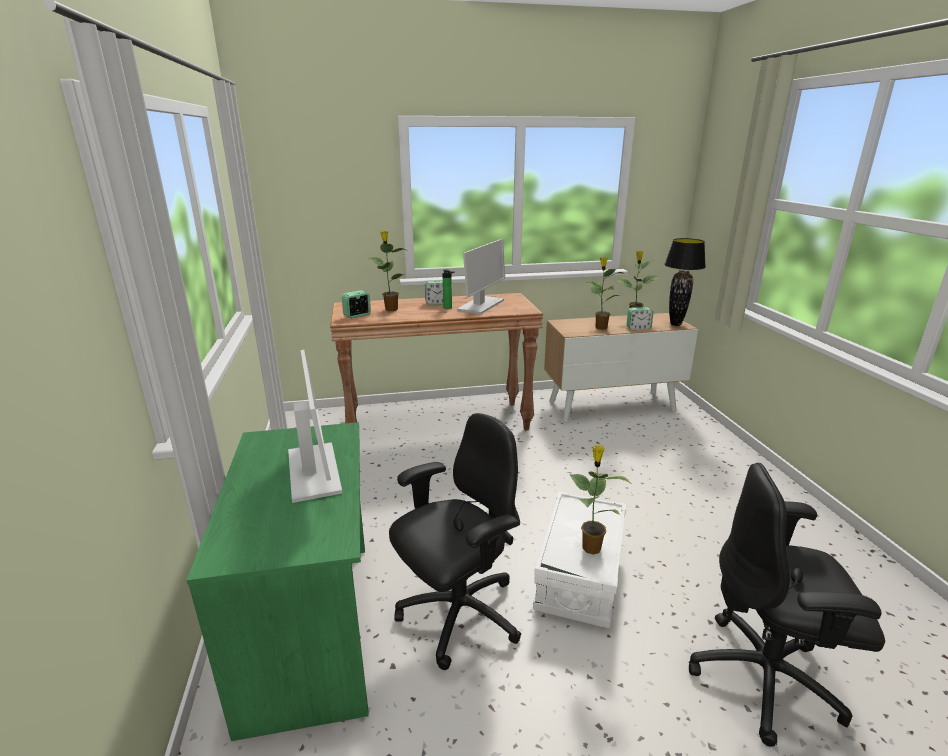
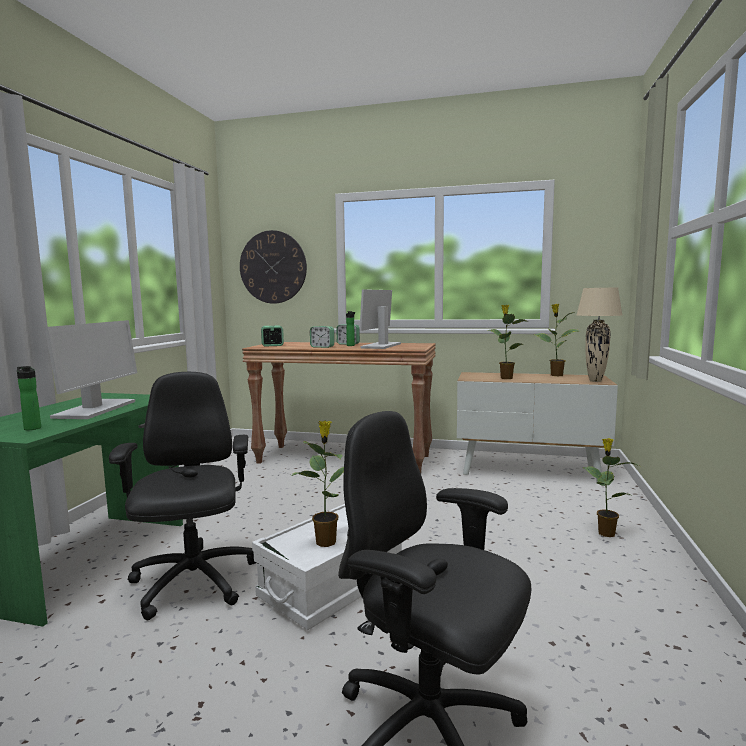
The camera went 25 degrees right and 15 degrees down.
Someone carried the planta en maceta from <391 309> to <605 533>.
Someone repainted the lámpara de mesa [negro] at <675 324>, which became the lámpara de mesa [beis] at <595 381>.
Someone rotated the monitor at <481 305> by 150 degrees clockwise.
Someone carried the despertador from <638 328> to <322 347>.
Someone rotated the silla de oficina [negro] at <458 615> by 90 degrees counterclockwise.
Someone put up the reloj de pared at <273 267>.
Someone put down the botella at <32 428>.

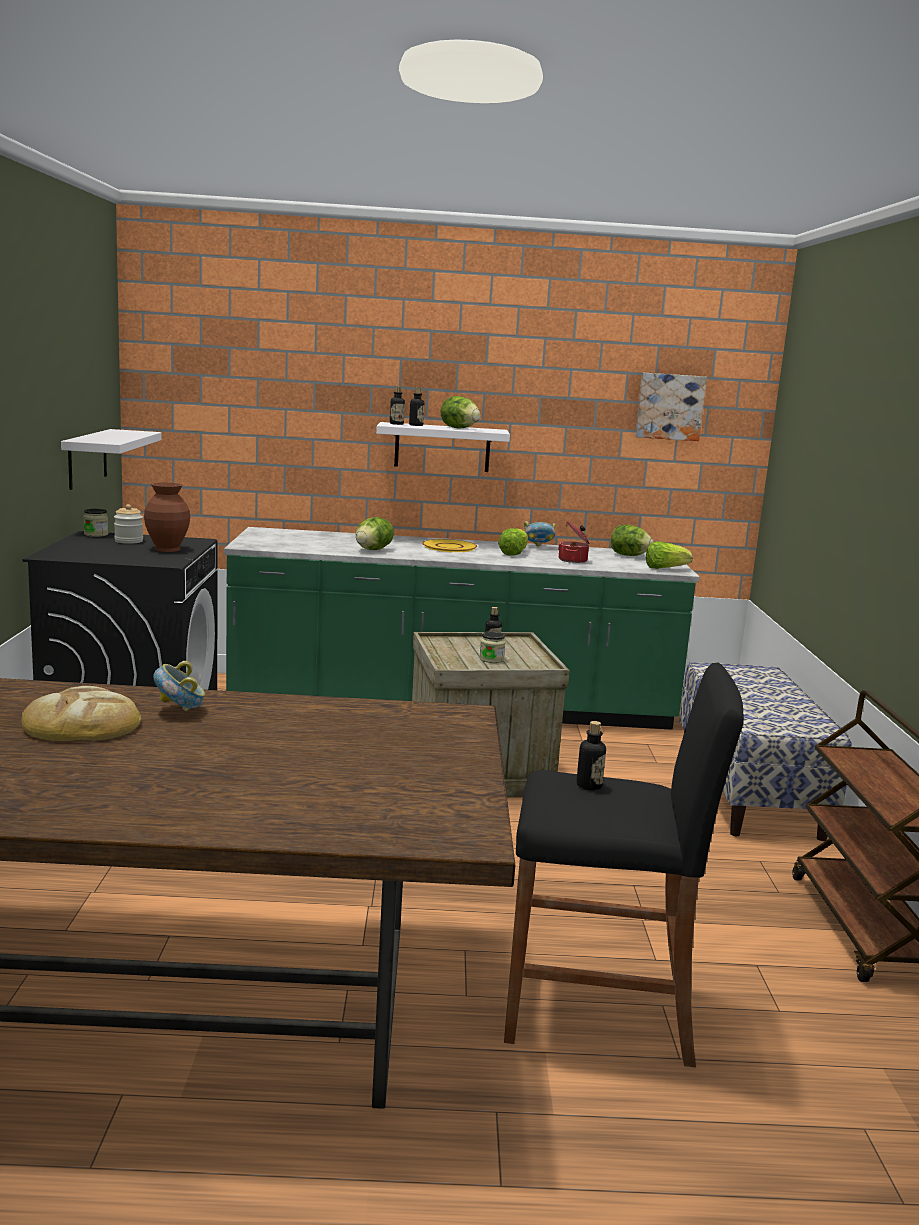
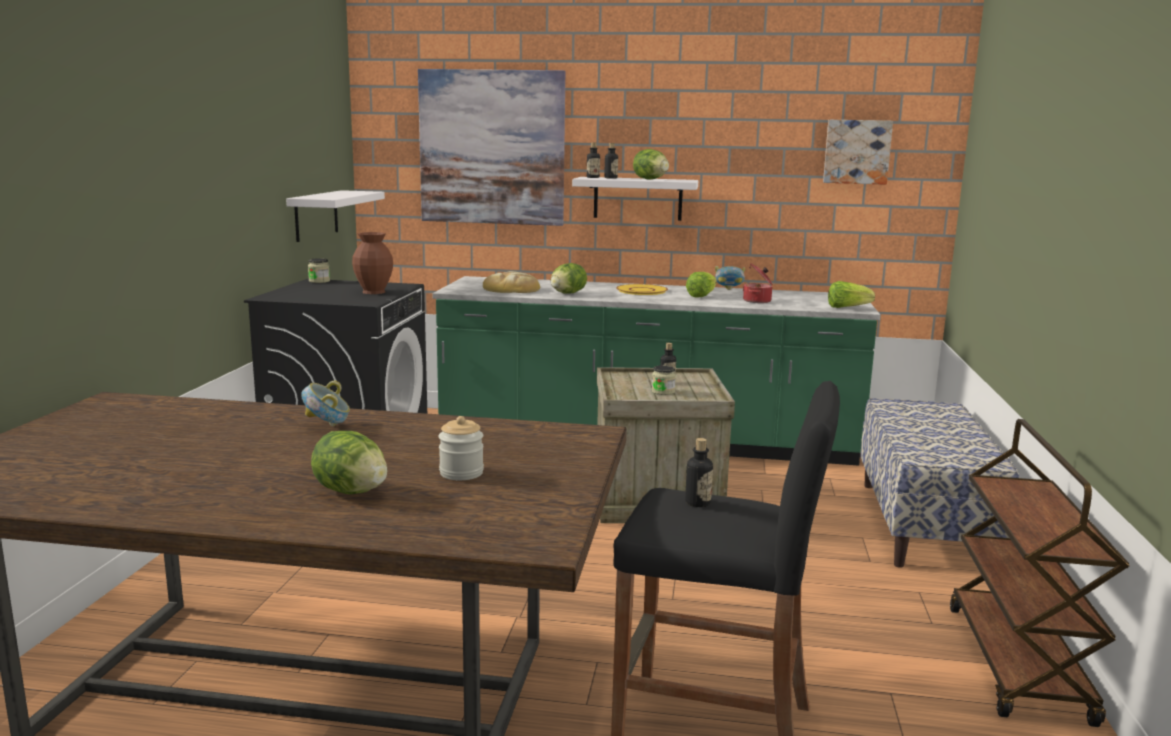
The camera went 10 degrees right and 0 degrees up.
Someone carried the tarro from <129 541> to <461 473>.
Someone carried the lechuga from <629 555> to <351 491>.
Someone carried the pan from <81 724> to <511 289>.
Someone put up the cuadro at <492 147>.

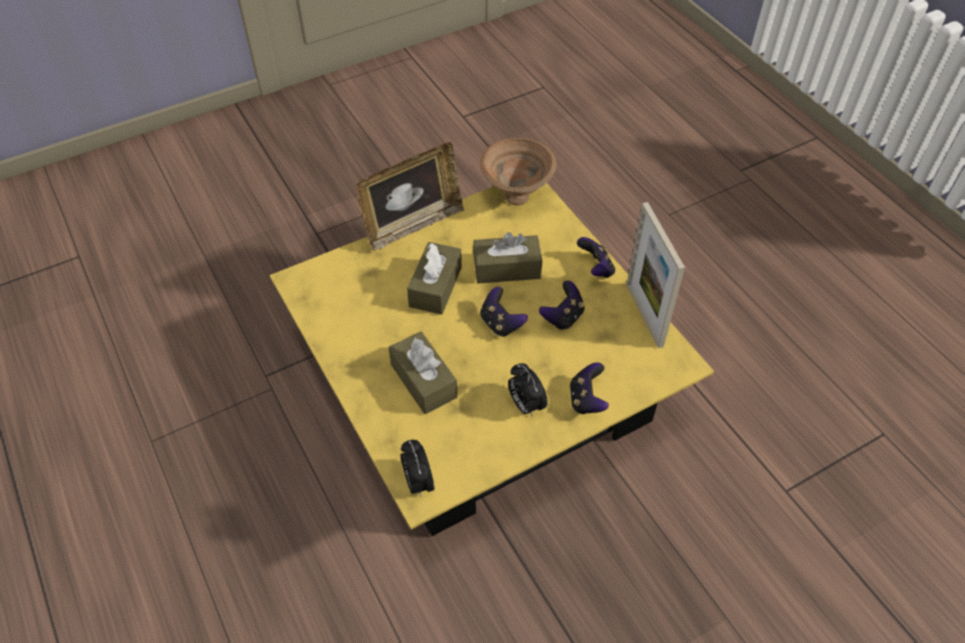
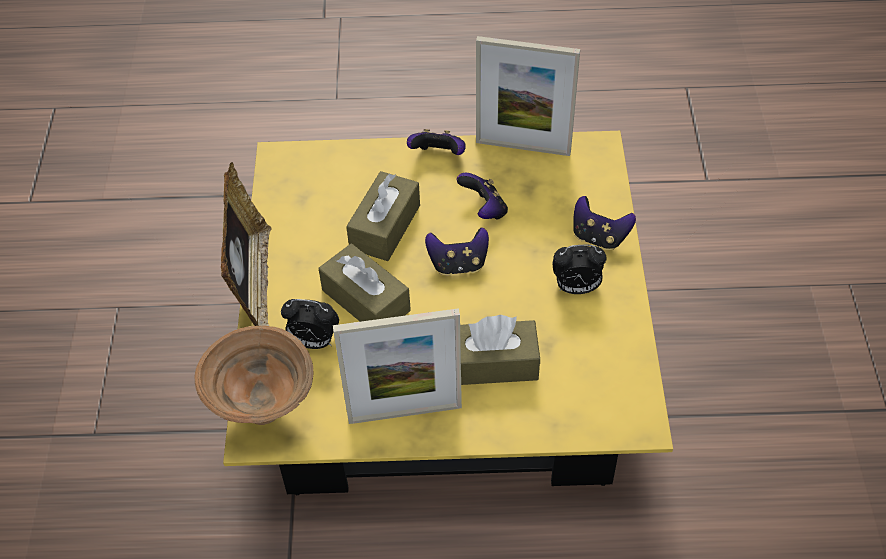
The camera went 60 degrees left and 0 degrees up.
Someone carried the cuenco [marrón] from <517 198> to <266 410>.
Someone carried the despertador from <418 482> to <313 341>.
Someone put down the portarretratos at <405 413>.

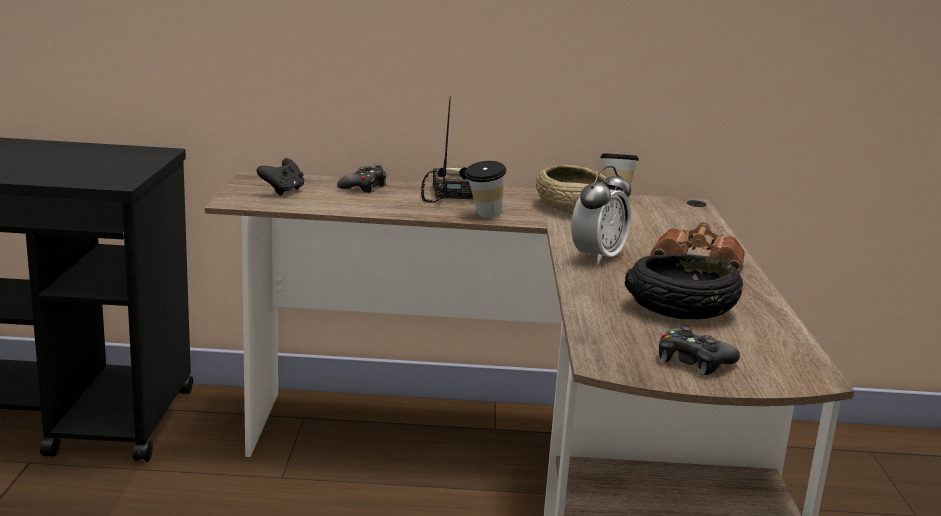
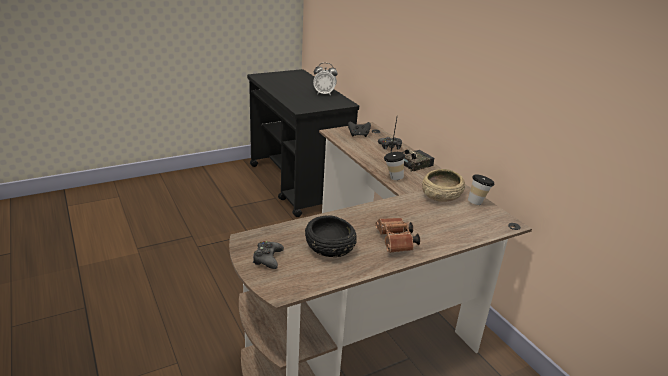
The camera went 60 degrees right and 10 degrees up.
Someone carried the despertador from <597 257> to <324 93>.

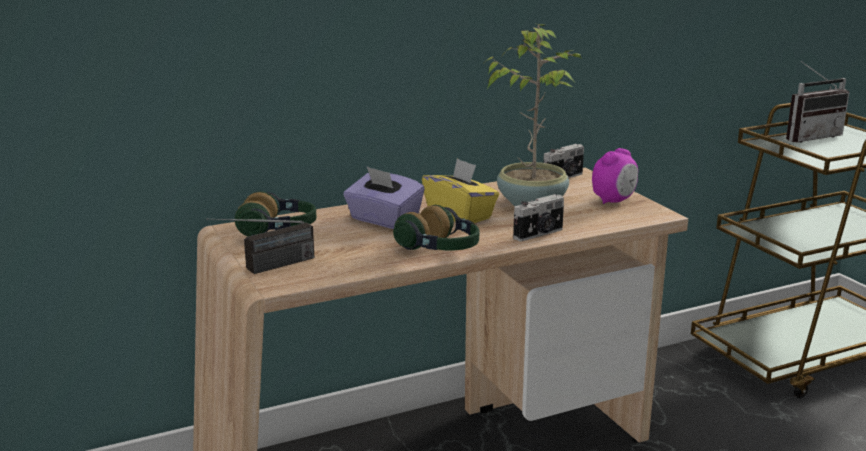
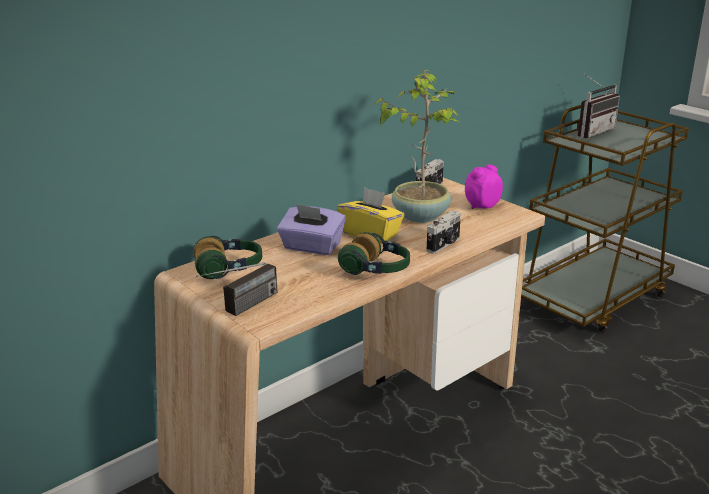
The camera went 15 degrees left and 5 degrees up.
Someone rotated the despertador at <614 201> by 150 degrees counterclockwise.

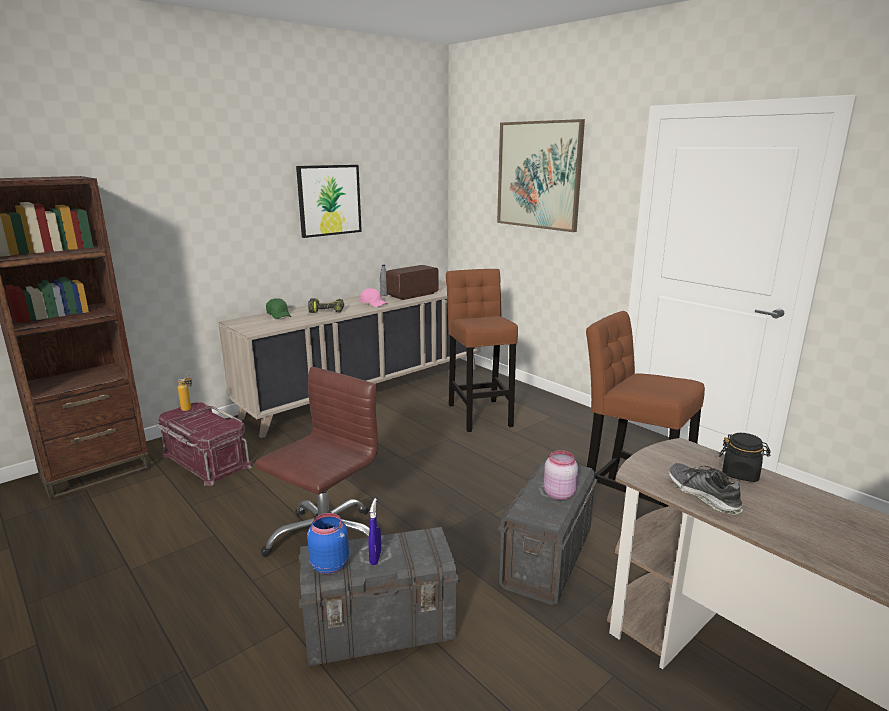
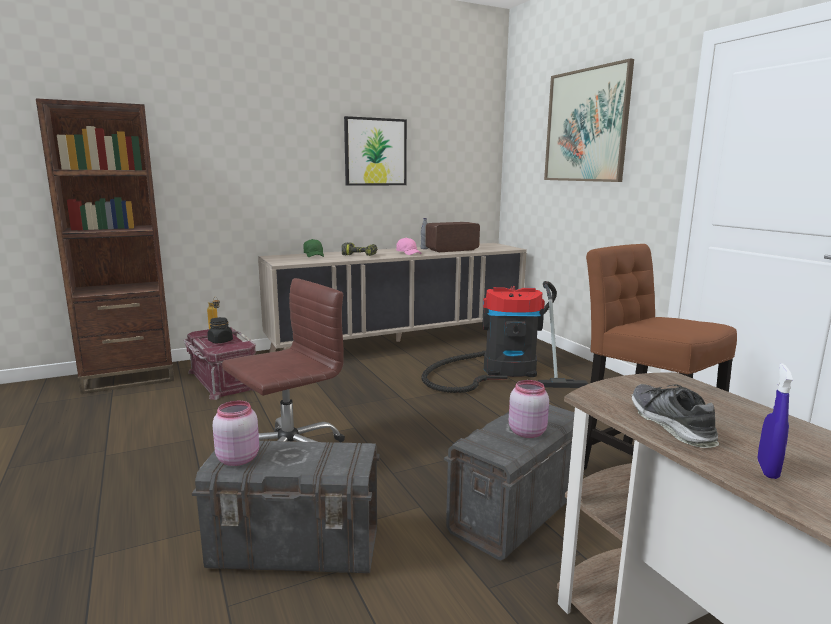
The camera went 15 degrees right and 5 degrees down.
Someone swapped the taburete [marrón] at <479 413> for the aspiradora at <503 371>.
Someone carried the tarro [negro] from <740 473> to <220 341>.
Someone carried the pulverizador [azul] from <375 558> to <767 469>.
Someone repainted the tarro [azul] at <329 564>, which became the tarro [rosa] at <238 458>.

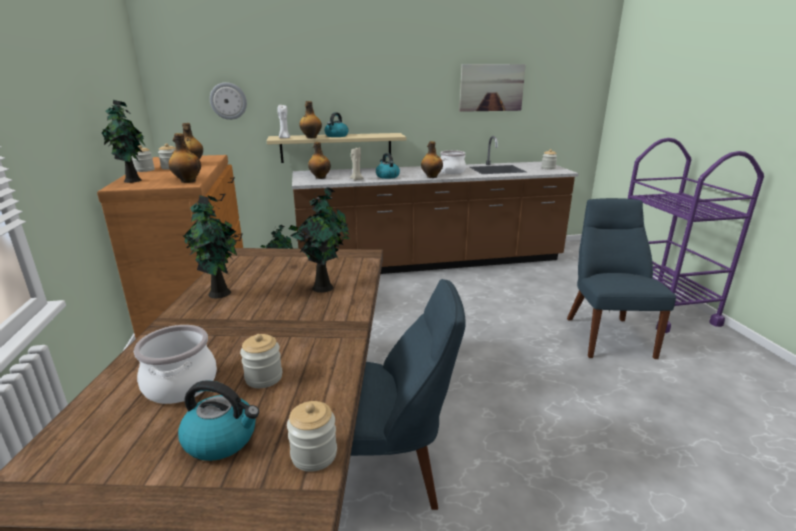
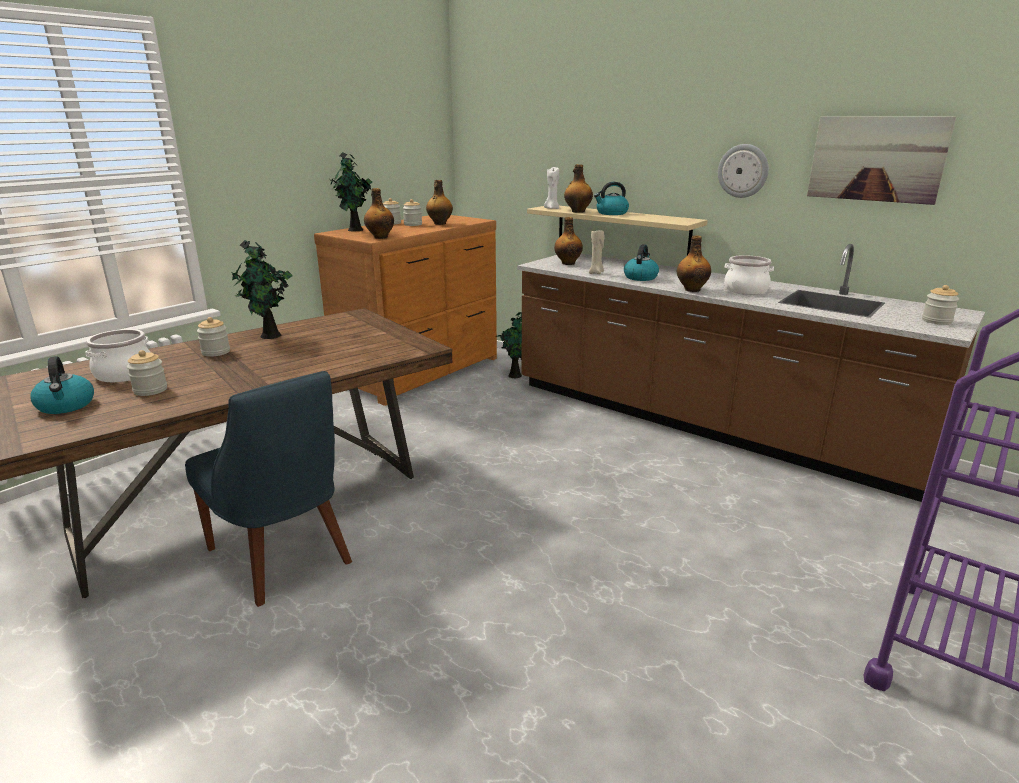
The camera went 50 degrees right and 0 degrees up.
Someone carried the reloj de pared from <228 101> to <743 171>.
Someone took away the planta en maceta at <324 287>.
Someone took away the silla [azul] at <606 335>.
Someone carried the tarro from <314 454> to <216 352>.

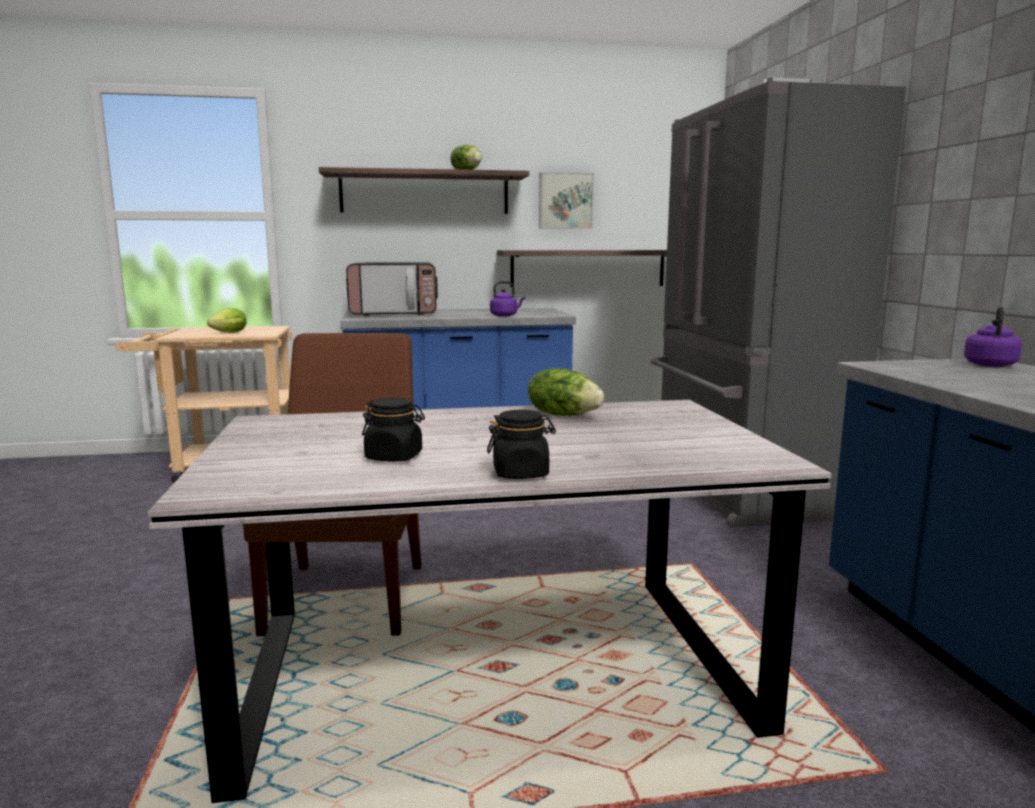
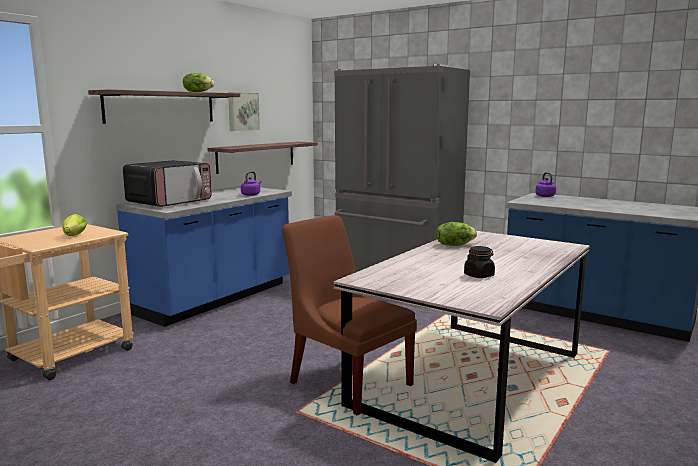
The camera went 45 degrees left and 0 degrees up.
Someone took away the tarro [negro] at <521 473>.

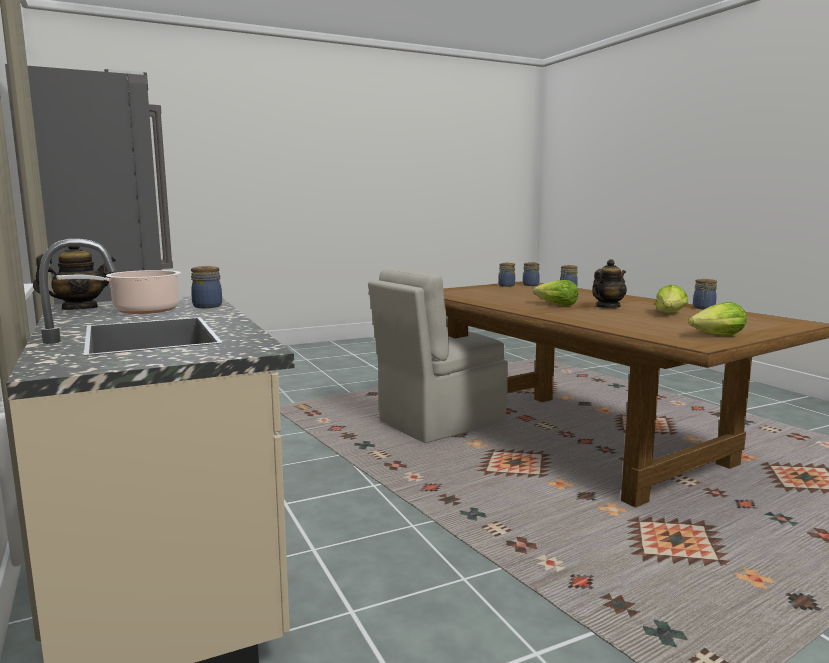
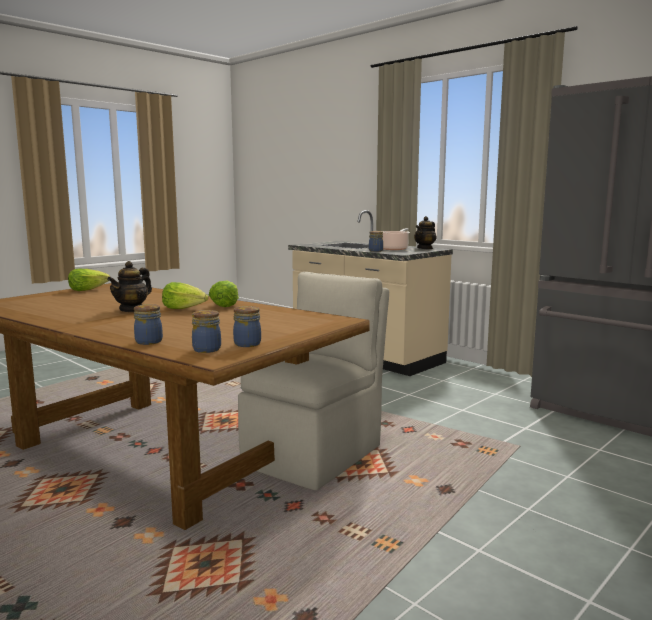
The camera went 160 degrees right and 0 degrees up.
Someone took away the tarro at <703 308>.
Someone carried the lechuga from <670 314> to <225 305>.

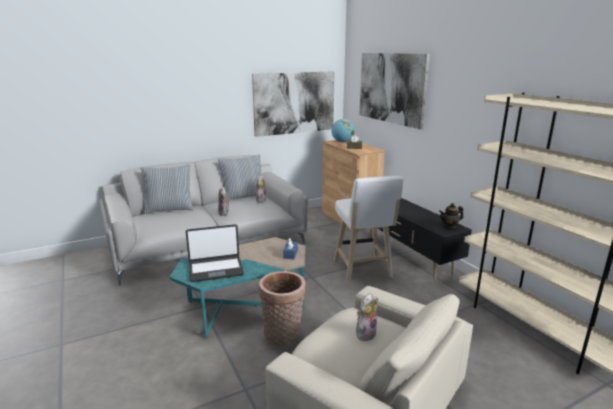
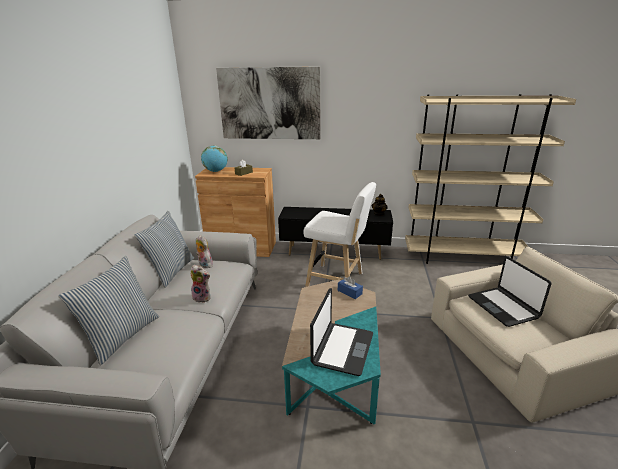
The camera went 55 degrees left and 5 degrees up.
Someone took away the cuadro at <294 103>.
Someone took away the cesta at <283 336>.
Someone swapped the peluche at <365 333> for the portátil at <503 307>.

